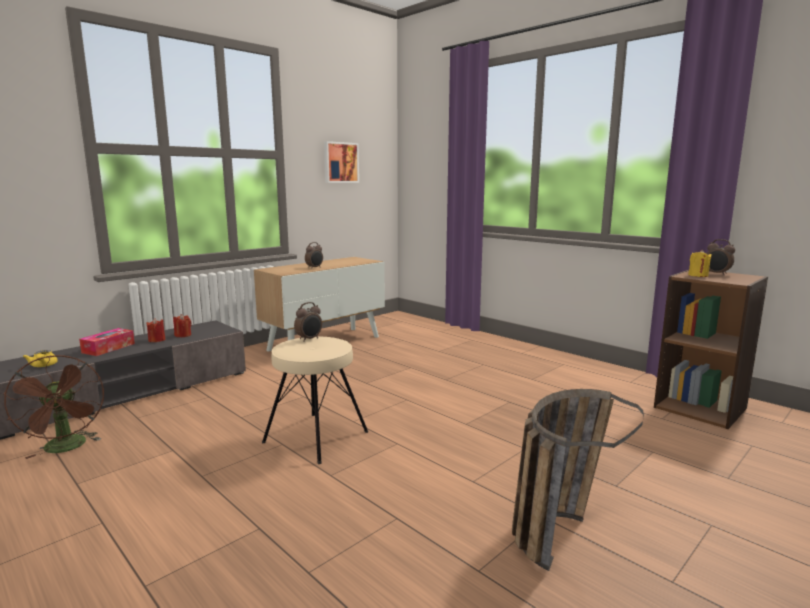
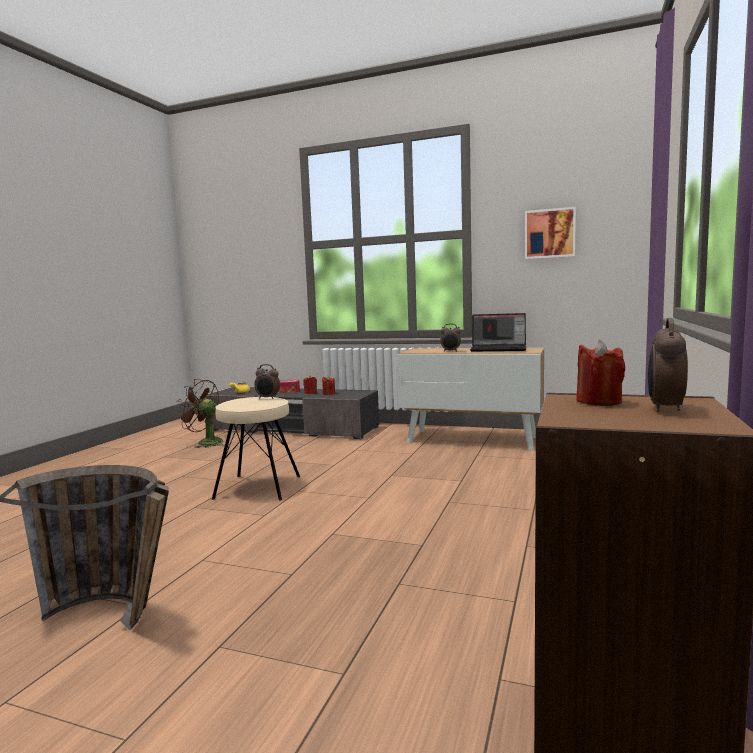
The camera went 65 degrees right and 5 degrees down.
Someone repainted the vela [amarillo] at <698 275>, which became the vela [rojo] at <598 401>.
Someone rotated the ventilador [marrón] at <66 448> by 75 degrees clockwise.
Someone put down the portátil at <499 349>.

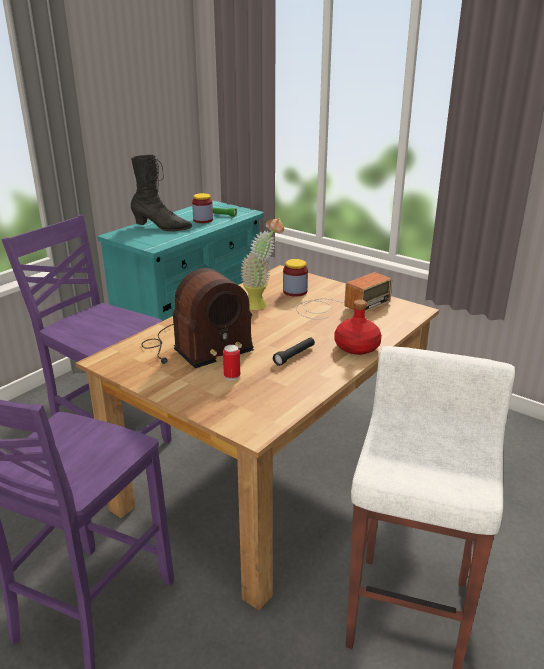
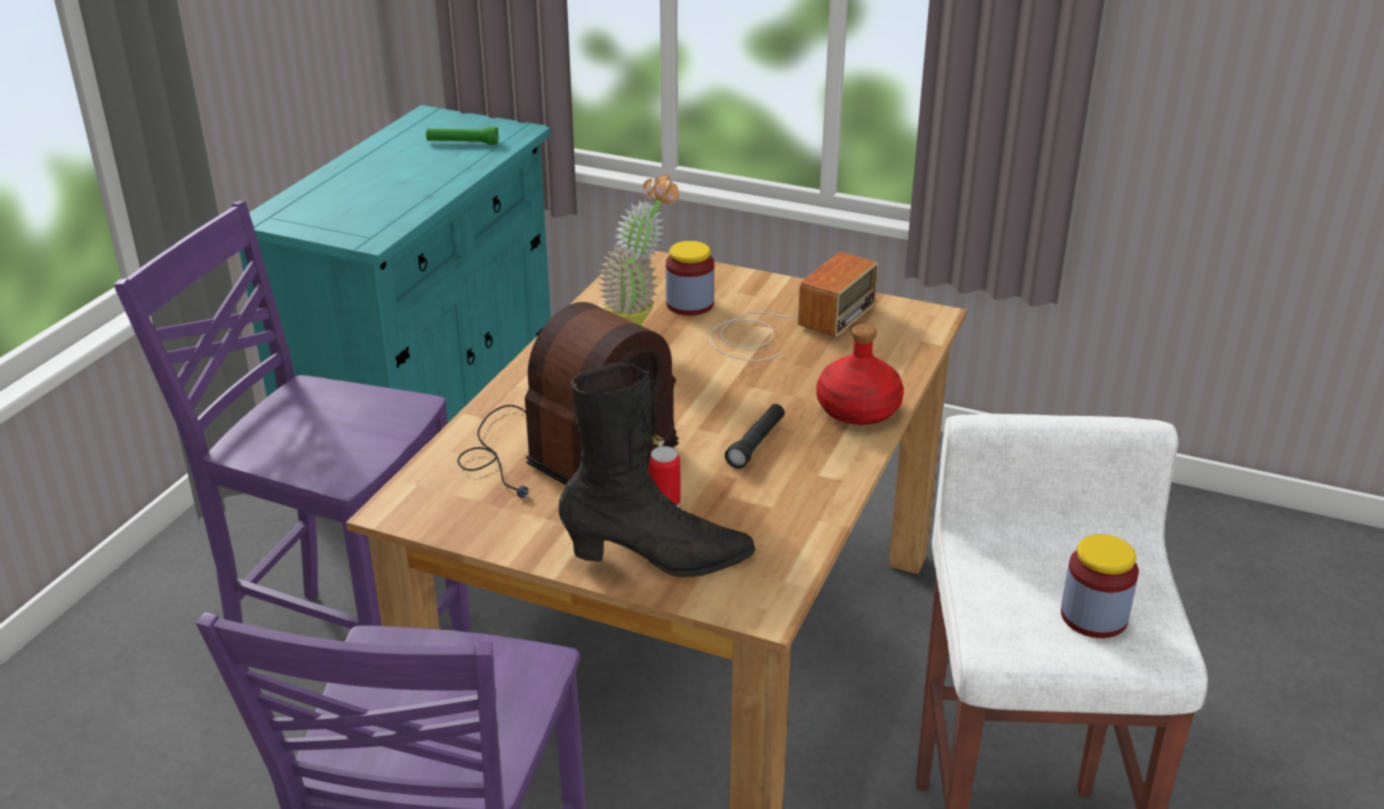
The camera went 15 degrees left and 5 degrees up.
Someone carried the bota [negro] from <162 227> to <658 559>.
Someone carried the tarro from <203 220> to <1093 617>.

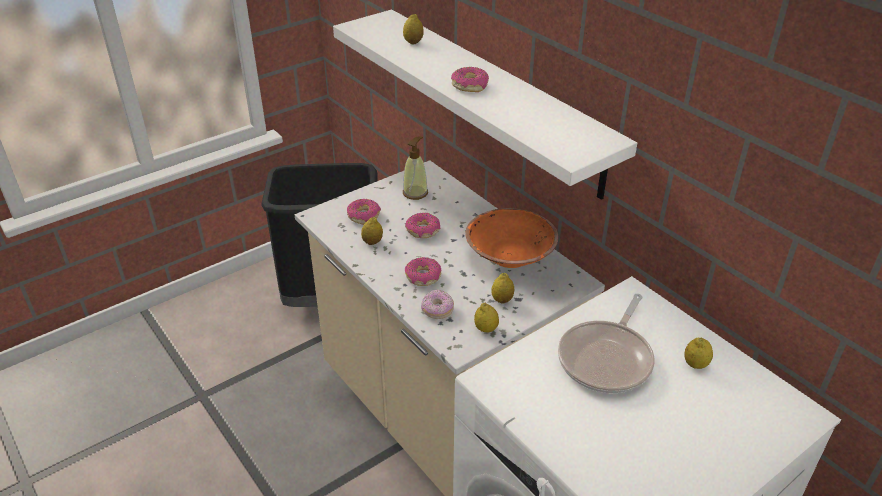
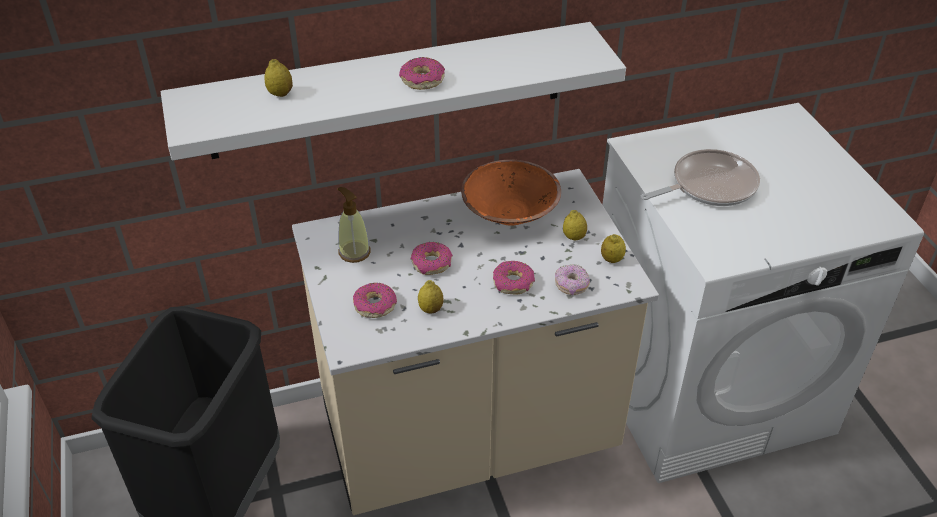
The camera went 70 degrees left and 5 degrees up.
Someone rotated the sartén at <607 358> by 75 degrees counterclockwise.
Someone took away the limón at <695 364>.

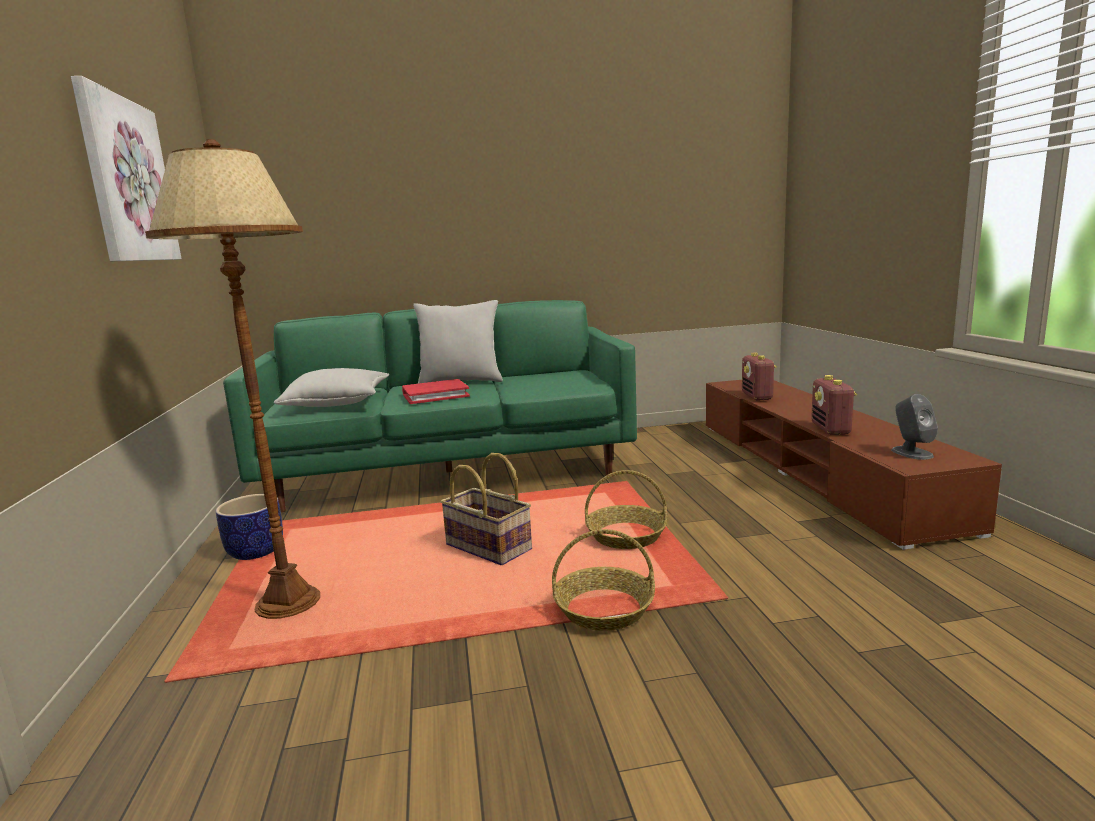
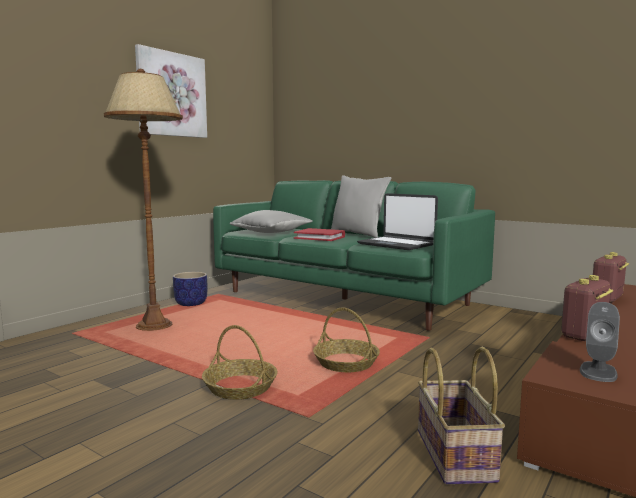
The camera went 45 degrees right and 5 degrees down.
Someone carried the cesta from <487 548> to <453 454>.
Someone put down the portátil at <396 244>.

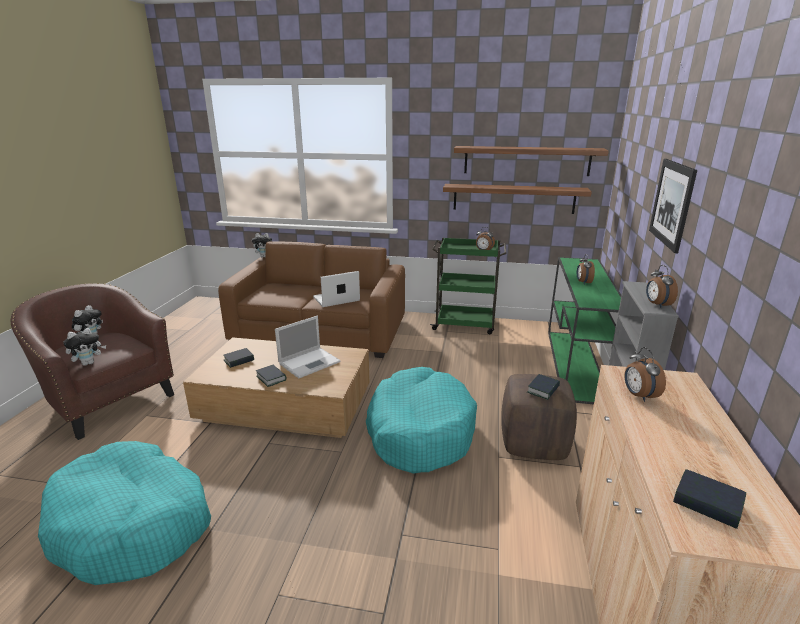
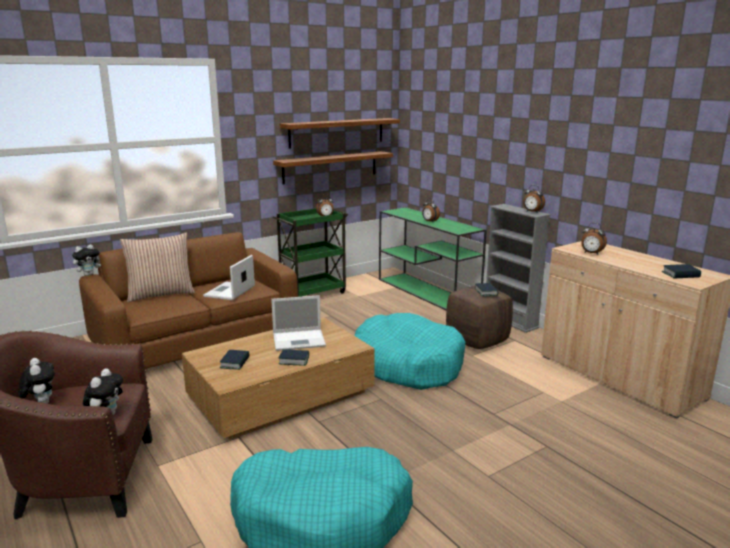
The camera went 45 degrees left and 5 degrees down.
Someone took away the cuadro at <672 203>.
Someone rotated the portátil at <310 362> by 75 degrees clockwise.
Someone put down the cojín at <161 294>.

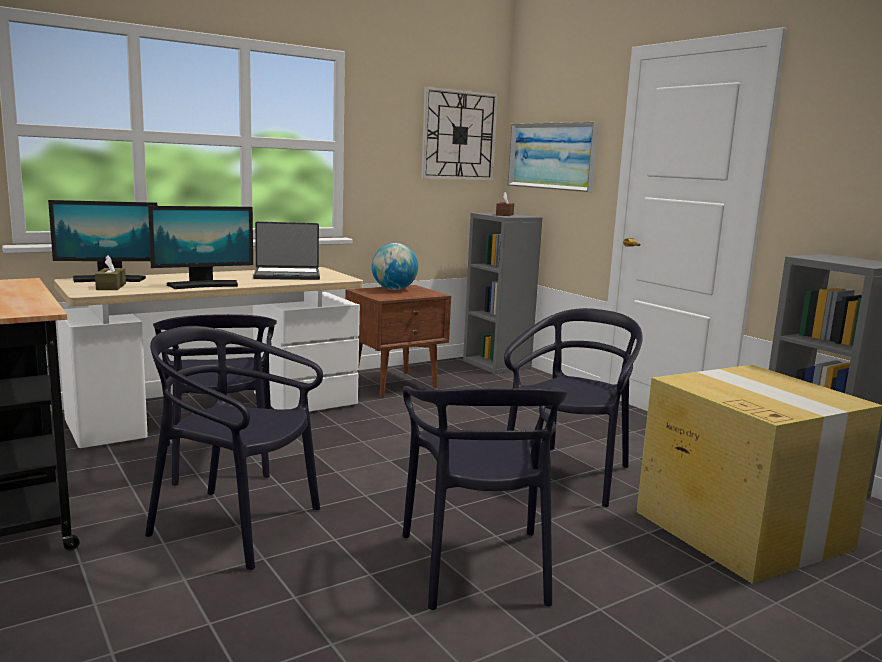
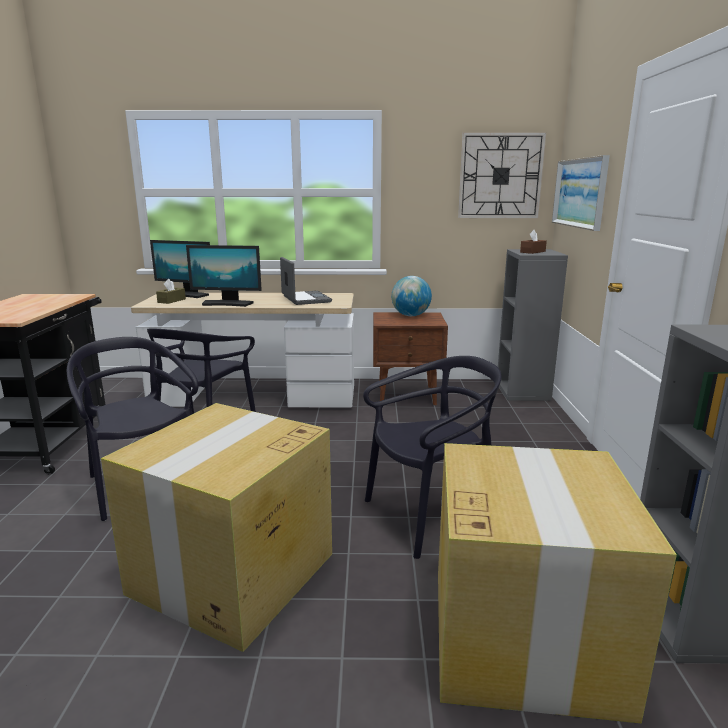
The camera went 35 degrees right and 5 degrees up.
Someone rotated the portátil at <287 275> by 135 degrees counterclockwise.
Someone swapped the silla [negro] at <478 566> for the caja de cartón at <231 574>.

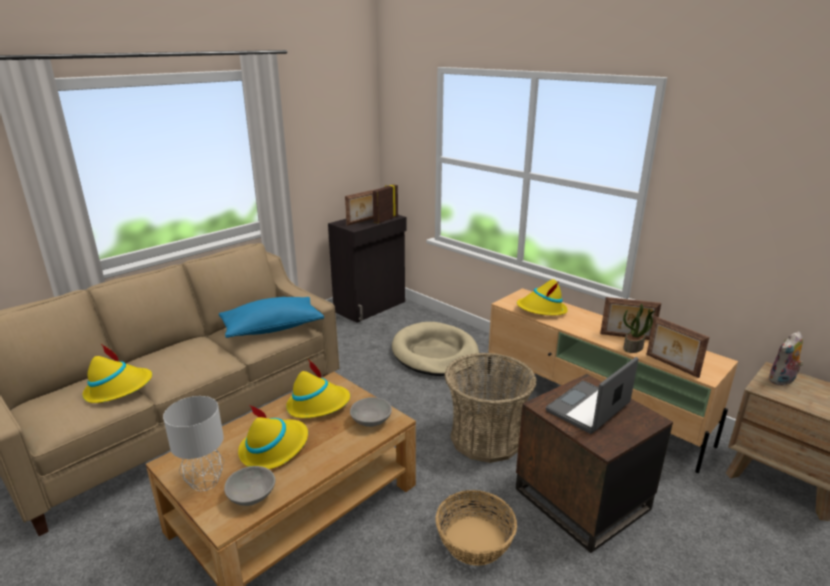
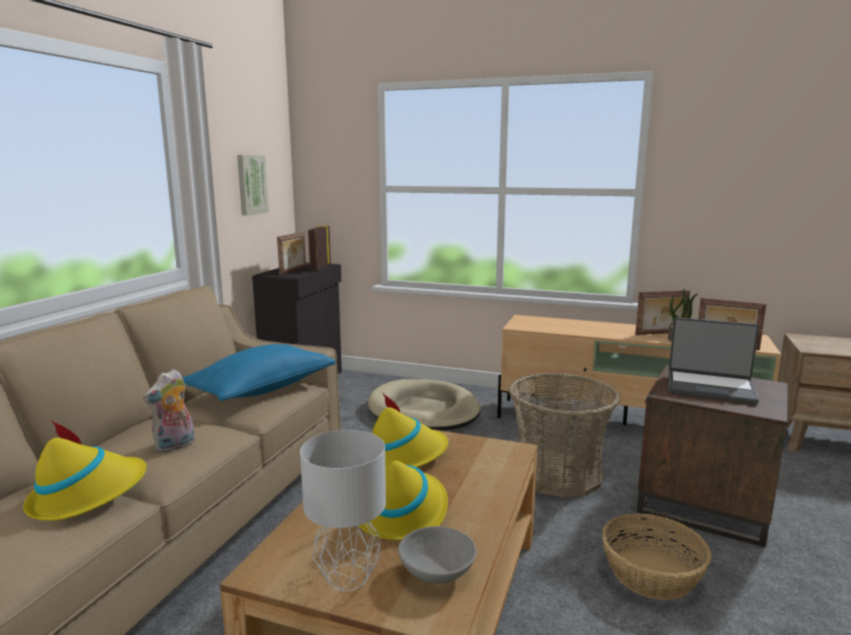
The camera went 25 degrees left and 10 degrees down.
Someone took away the sombrero [amarillo] at <541 310>.
Someone carried the peluche from <782 381> to <175 446>.
Someone rotated the portátil at <589 409> by 90 degrees counterclockwise.
Someone took away the cuenco [gris] at <371 421>.
Someone put up the cuadro at <251 184>.

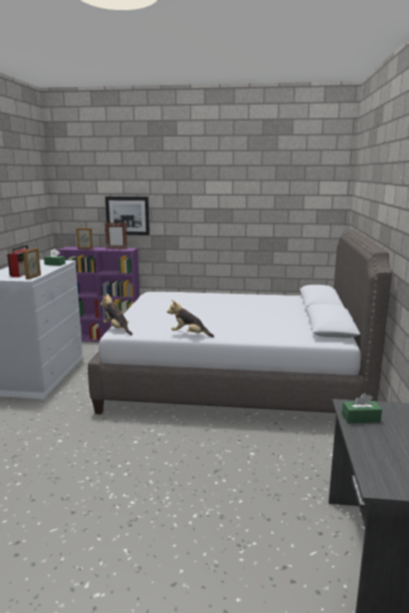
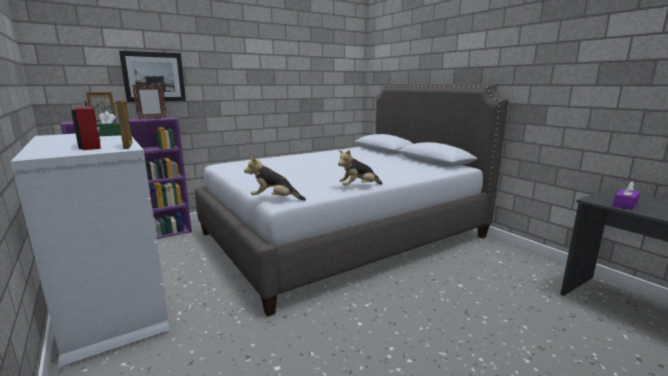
The camera went 40 degrees left and 0 degrees up.
Someone repainted the caja de pañuelos [verde] at <360 418>, which became the caja de pañuelos [morado] at <625 205>.

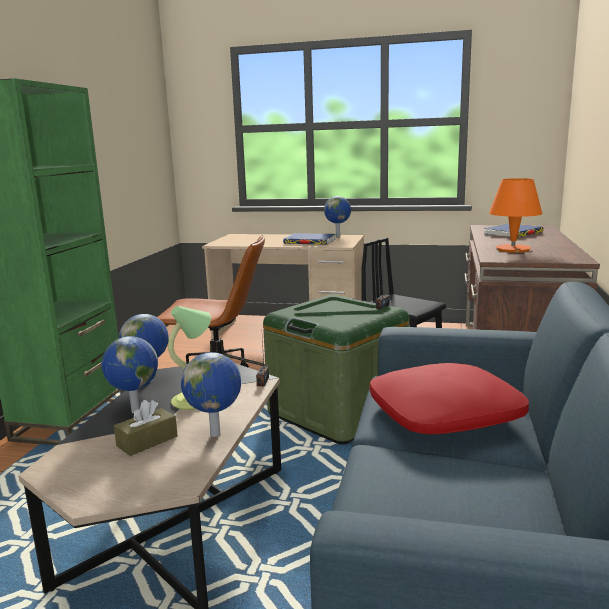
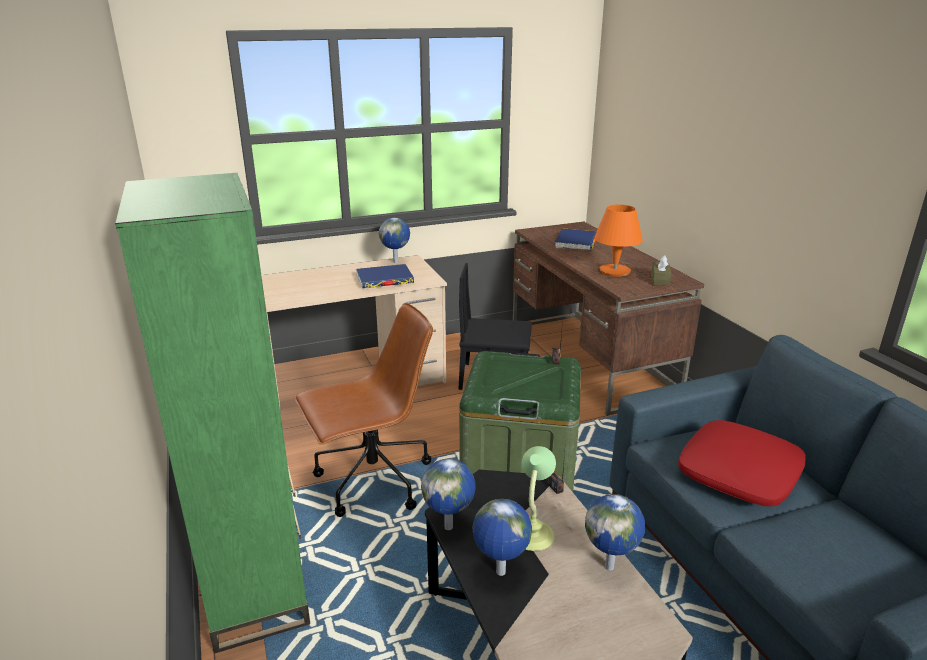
The camera went 35 degrees left and 10 degrees up.
Someone carried the caja de pañuelos [marrón] from <147 441> to <660 280>.

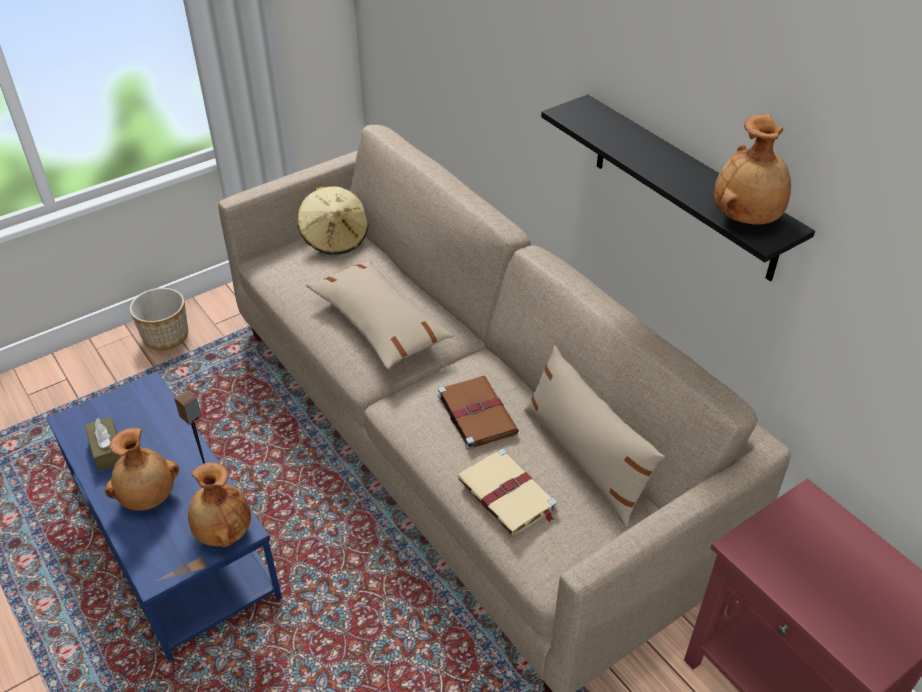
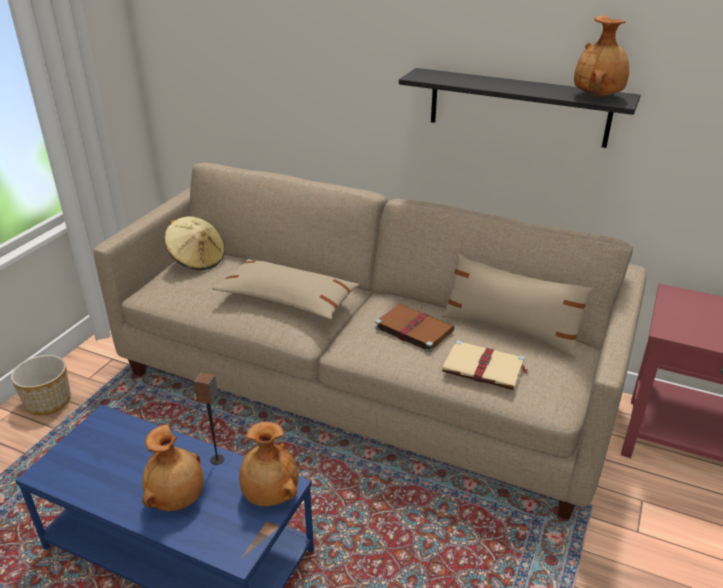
The camera went 30 degrees left and 10 degrees down.
Someone took away the caja de pañuelos [marrón] at <107 451>.

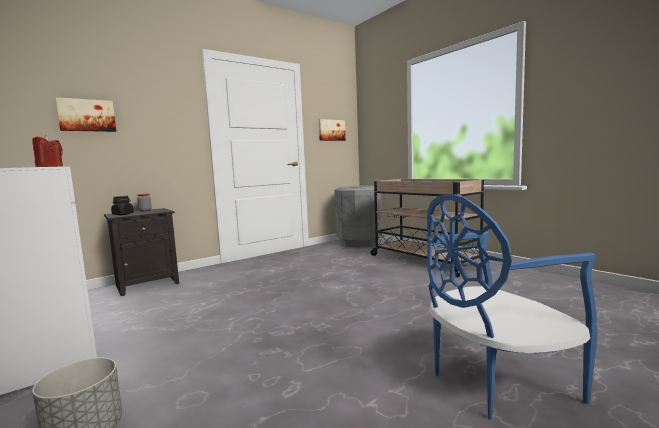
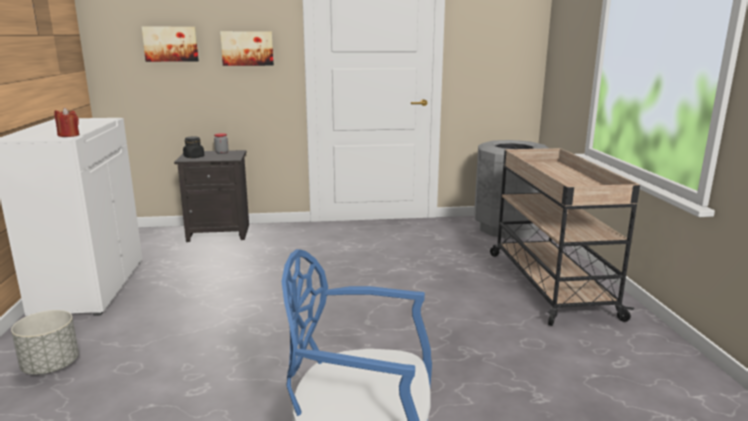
The camera went 30 degrees right and 10 degrees up.
Someone carried the cuadro from <331 130> to <247 48>.

